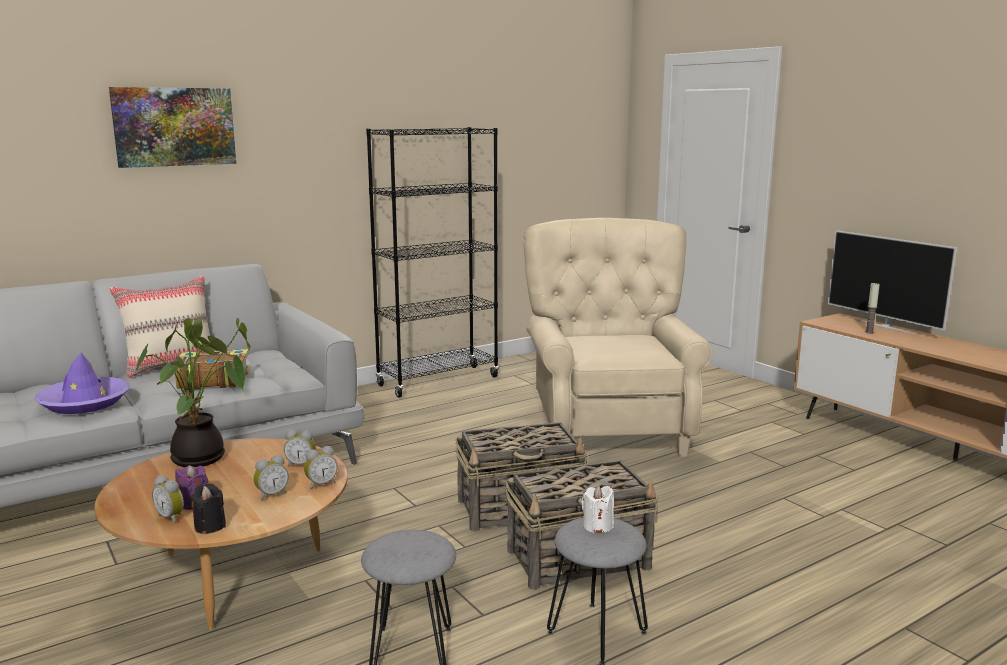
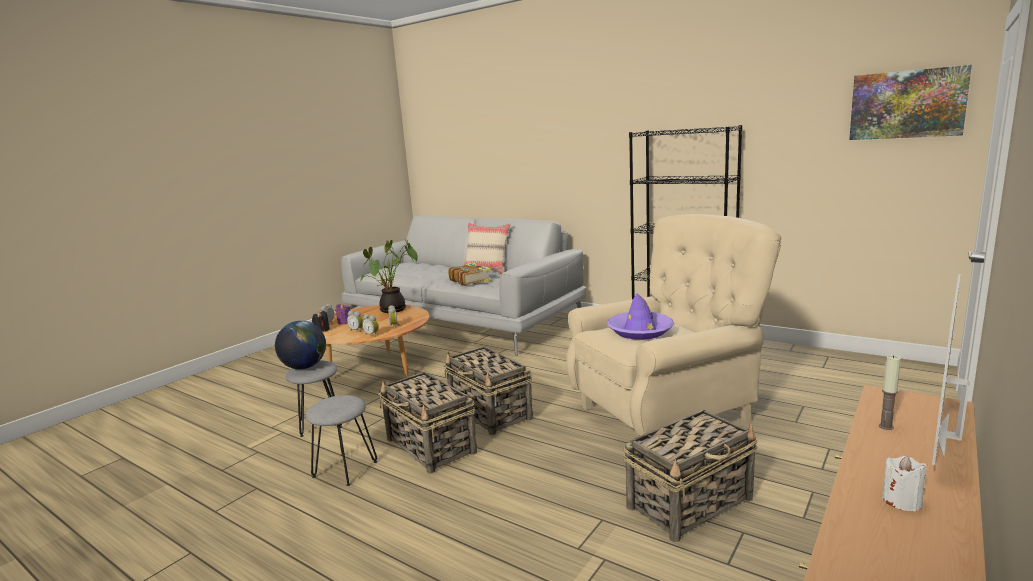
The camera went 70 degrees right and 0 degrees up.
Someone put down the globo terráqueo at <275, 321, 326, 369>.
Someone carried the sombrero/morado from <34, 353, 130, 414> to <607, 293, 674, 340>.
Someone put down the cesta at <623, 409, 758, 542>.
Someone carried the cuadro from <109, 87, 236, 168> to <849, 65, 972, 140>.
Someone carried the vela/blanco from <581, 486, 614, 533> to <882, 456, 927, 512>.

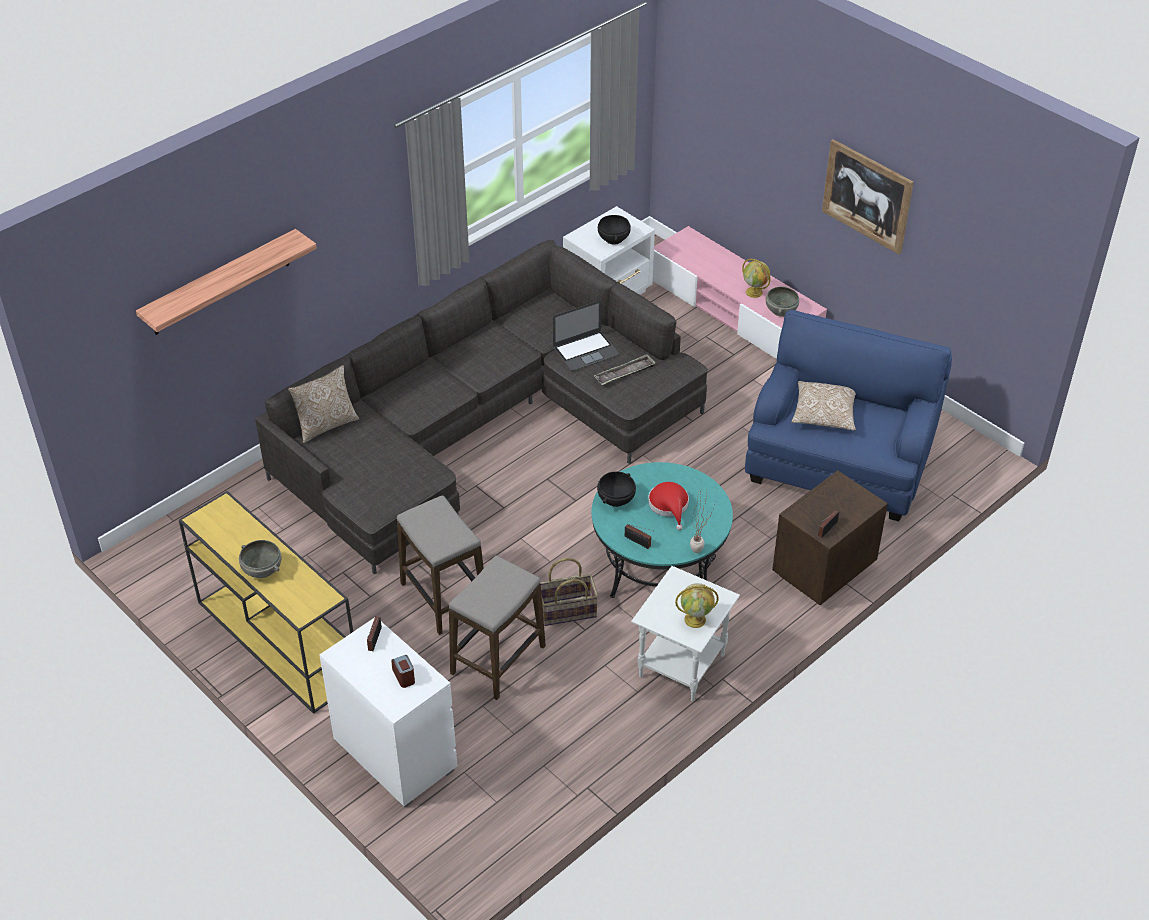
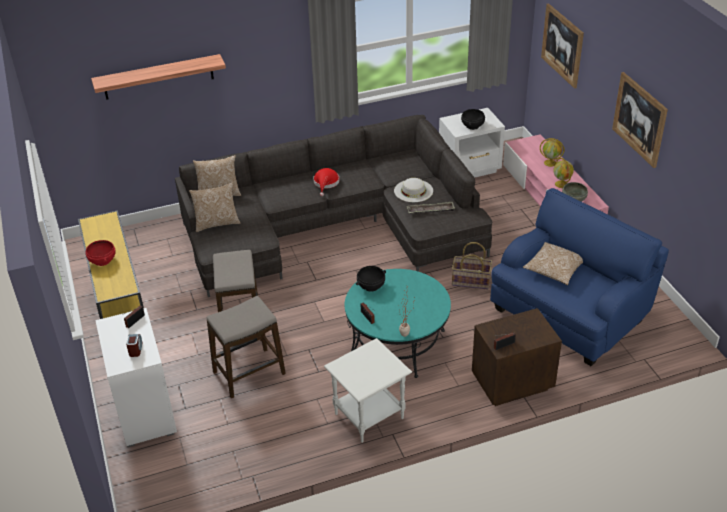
The camera went 25 degrees right and 5 degrees down.
Someone repainted the cuenco/gris at <239, 540, 281, 578>, which became the cuenco/rojo at <85, 240, 115, 266>.
Someone put down the cojín at <189, 182, 241, 232>.
Someone carried the sombrero/rojo from <648, 482, 689, 530> to <313, 168, 340, 196>.
Someone swapped the portátil at <553, 301, 619, 371> for the sombrero/blanco at <394, 178, 433, 202>.
Someone carried the cesta from <540, 558, 598, 626> to <452, 242, 492, 289>.
Someone carried the globo terráqueo from <675, 583, 719, 628> to <540, 138, 564, 167>.
Someone put up the cuadro at <541, 4, 584, 89>.

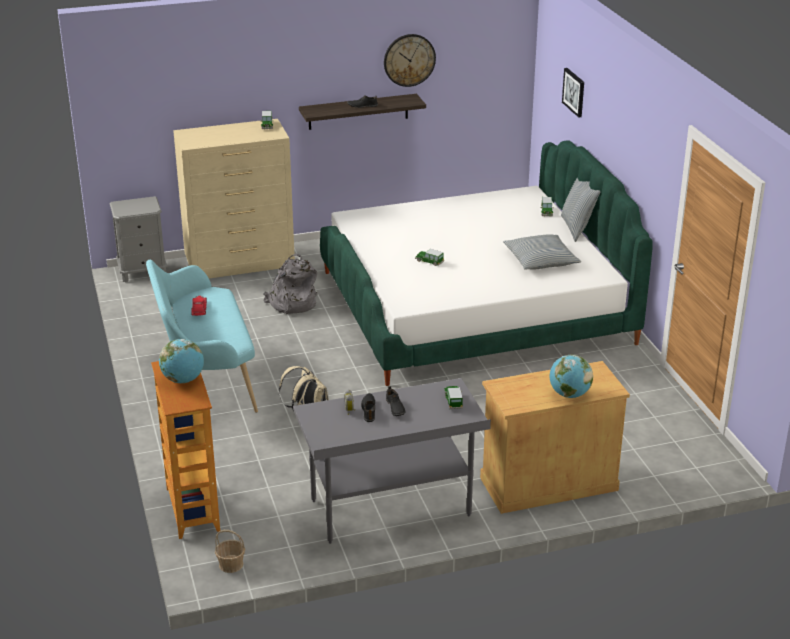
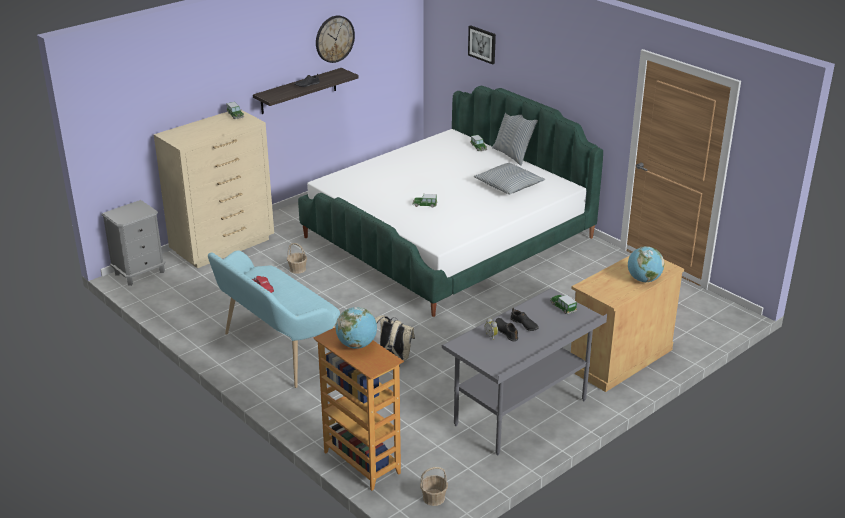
The camera went 25 degrees left and 0 degrees up.
Someone swapped the mochila/gris at <264, 254, 318, 314> for the cesta at <287, 243, 307, 274>.

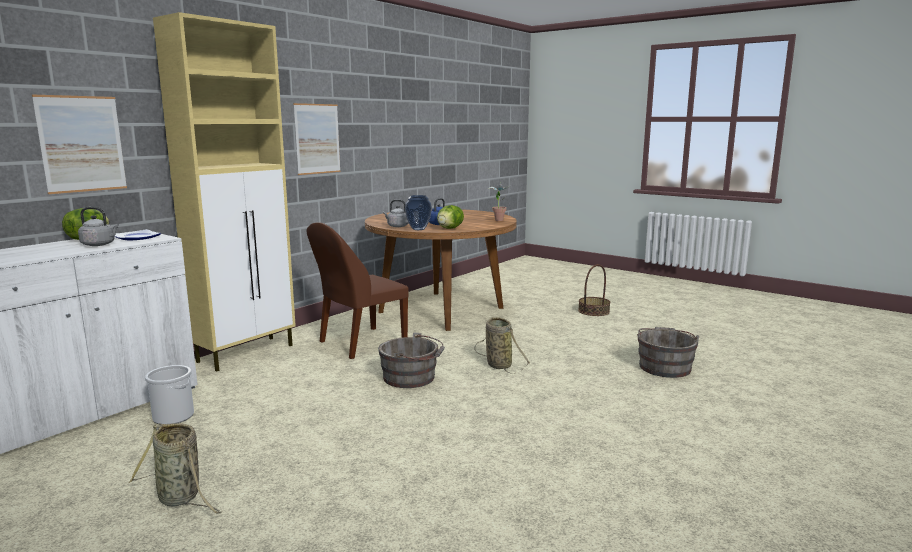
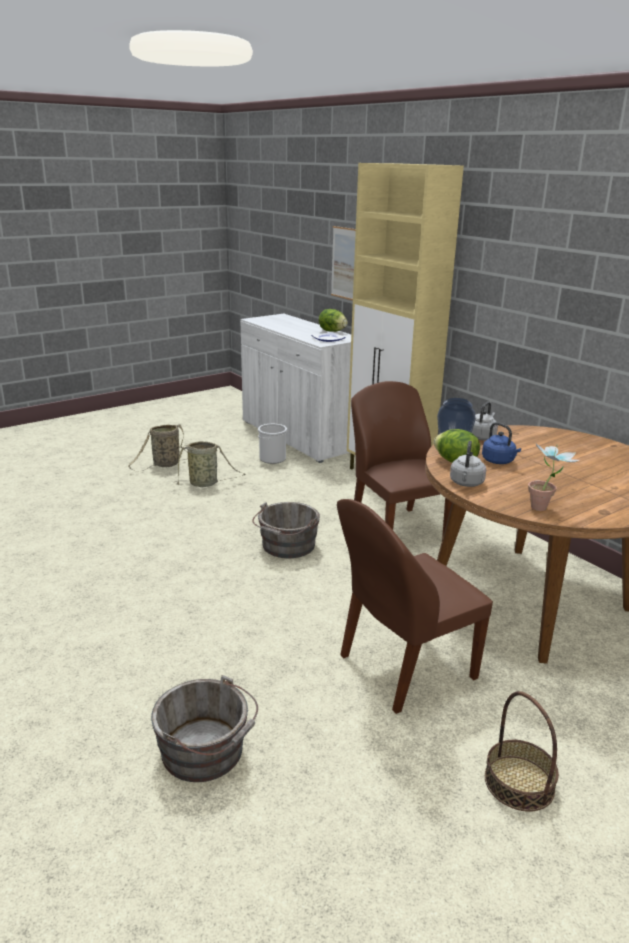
The camera went 105 degrees right and 10 degrees up.
Someone carried the cesta from <474, 317, 530, 374> to <174, 441, 245, 487>.
Someone put down the silla/marrón at <337, 499, 493, 714>.
Someone carried the hervidor/gris from <78, 207, 119, 246> to <450, 441, 486, 487>.
Someone took away the cuadro at <293, 103, 341, 175>.

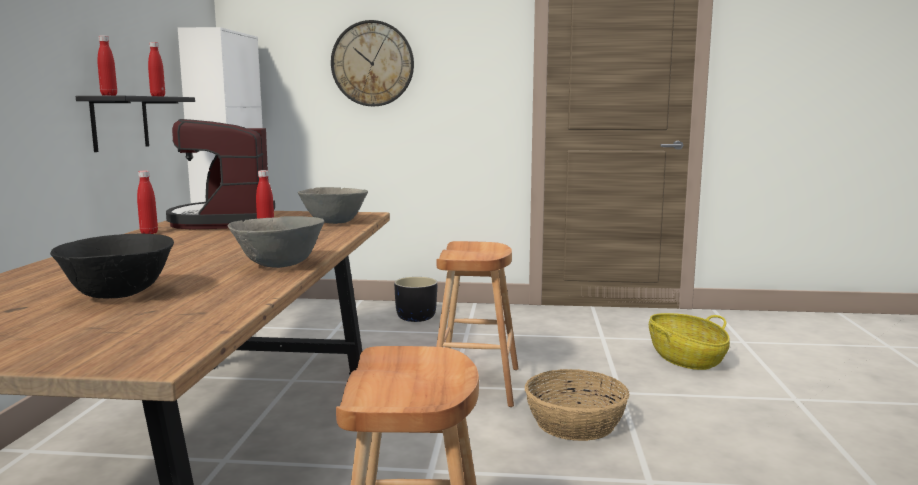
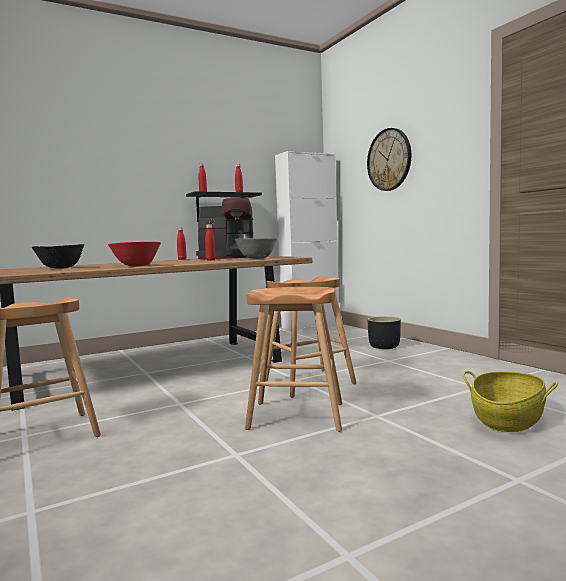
The camera went 55 degrees right and 5 degrees down.
Someone repainted the cuenco/gris at <228, 216, 324, 268>, which became the cuenco/rojo at <108, 242, 161, 267>.
Someone rotated the cafetera at <166, 119, 275, 229> by 135 degrees counterclockwise.
Someone swapped the cesta at <525, 369, 629, 441> for the taburete/marrón at <245, 287, 342, 431>.

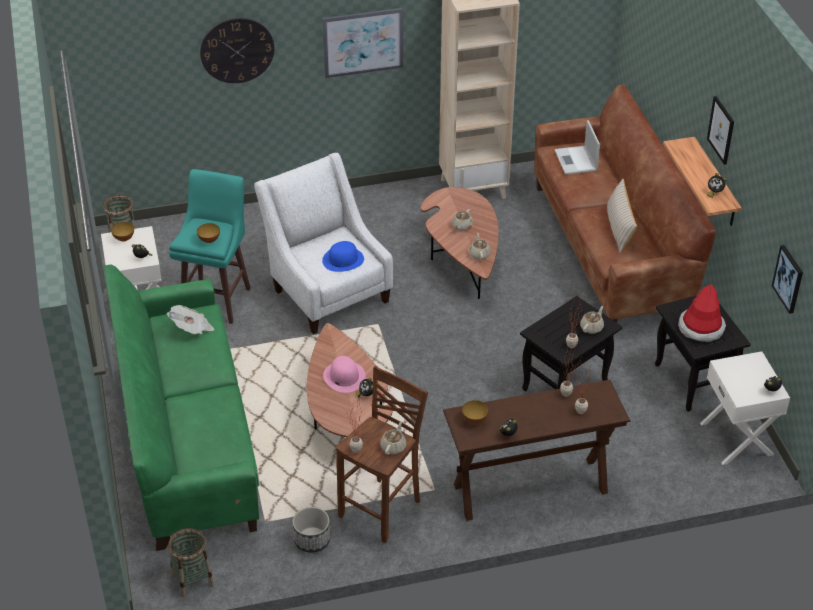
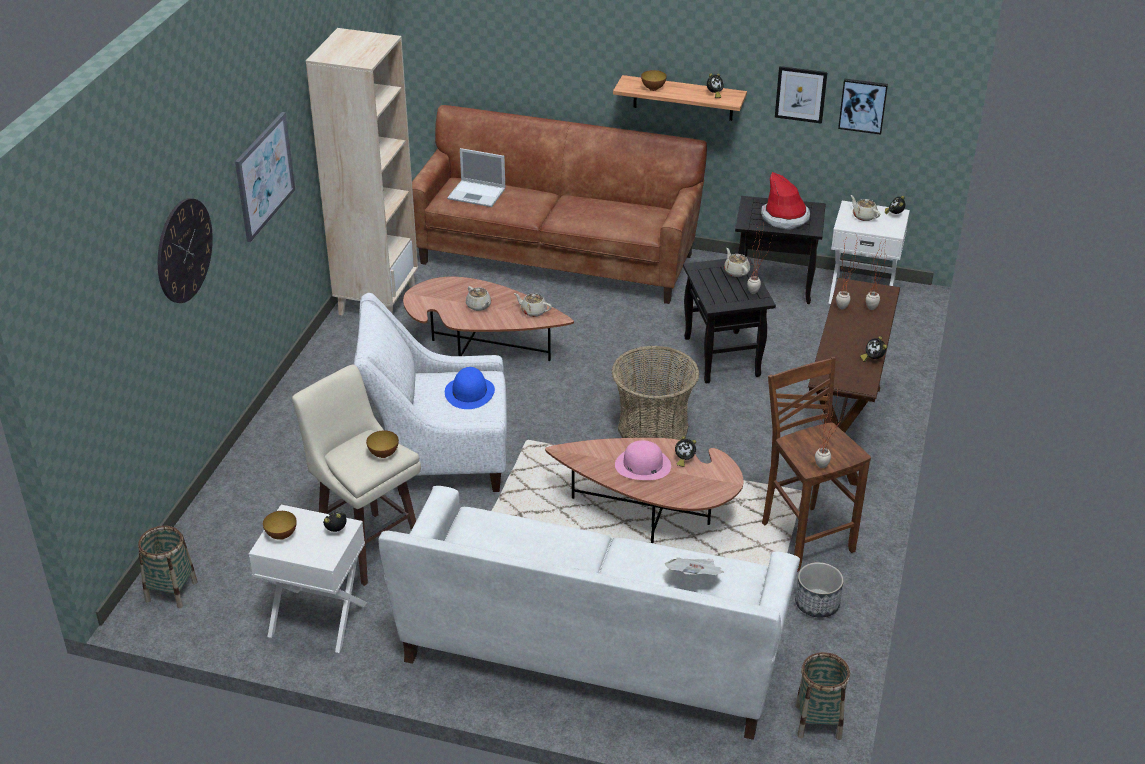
The camera went 60 degrees left and 5 degrees down.
Someone repainted the taburete/turquesa at <169, 169, 251, 324>, which became the taburete/beis at <292, 365, 421, 586>.
Someone repainted the sofá/verde at <104, 264, 259, 551>, which became the sofá/blanco at <378, 486, 800, 740>.
Someone put down the cesta at <612, 346, 699, 440>.
Someone carried the cuenco from <462, 400, 488, 424> to <641, 70, 667, 91>.
Someone carried the periódico from <167, 305, 214, 334> to <665, 558, 724, 575>.
Someone carried the cuadro from <707, 96, 734, 165> to <775, 66, 828, 124>.
Someone carried the tetera/beis from <380, 421, 406, 455> to <850, 195, 880, 221>.
Someone took away the cojín/beis at <607, 179, 637, 254>.

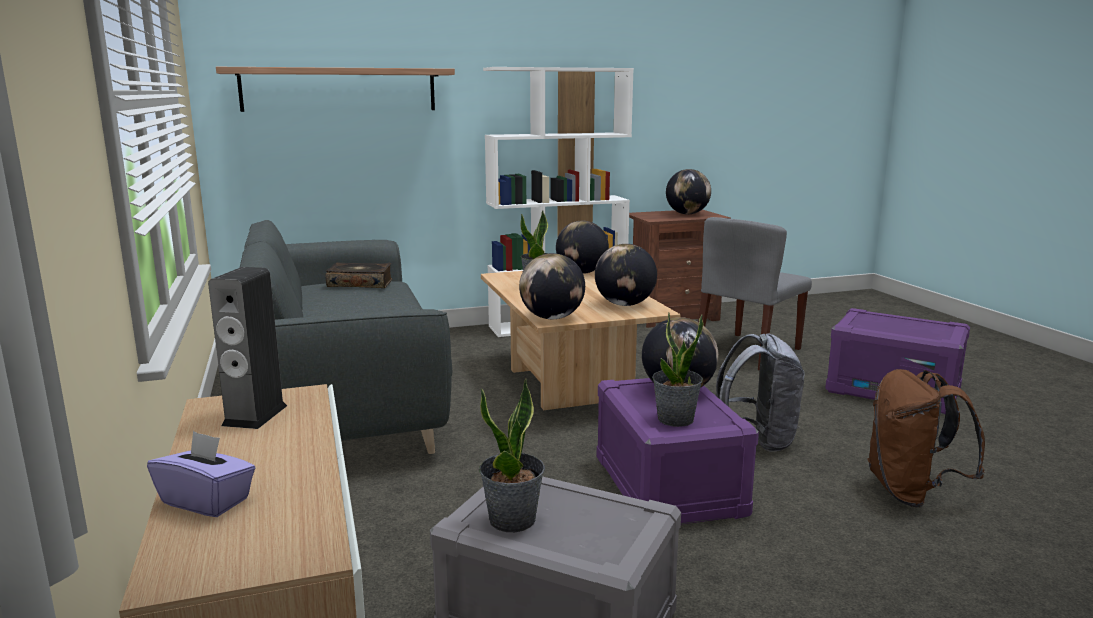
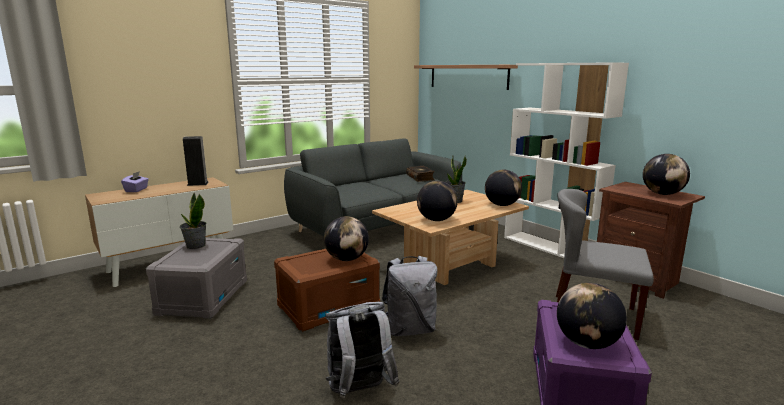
The camera went 70 degrees right and 0 degrees up.
Someone repainted the caja de almacenaje/morado at <597, 378, 759, 524>, which became the caja de almacenaje/marrón at <274, 249, 380, 332>.
Someone repainted the mochila/marrón at <867, 369, 985, 508>, which became the mochila/gris at <325, 302, 400, 398>.
Someone carried the globo terráqueo from <519, 253, 585, 319> to <557, 283, 627, 349>.
Someone took away the planta en maceta at <652, 312, 704, 427>.

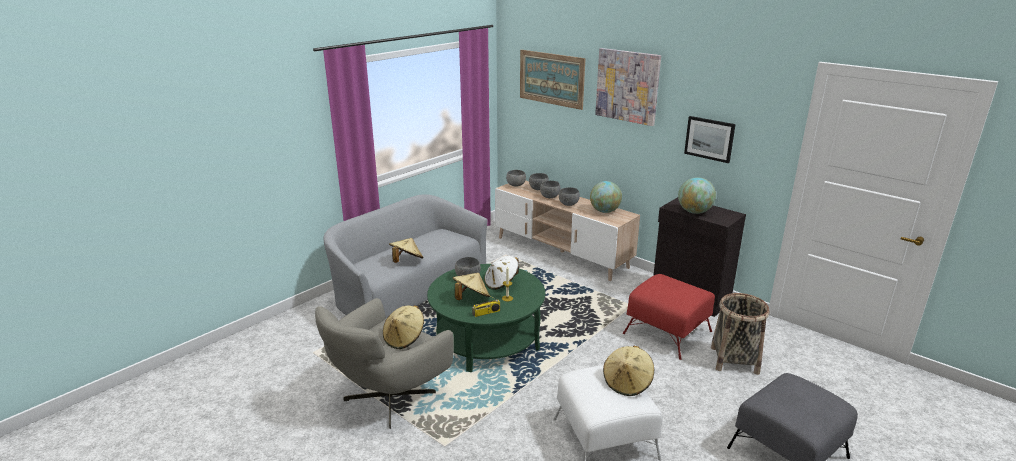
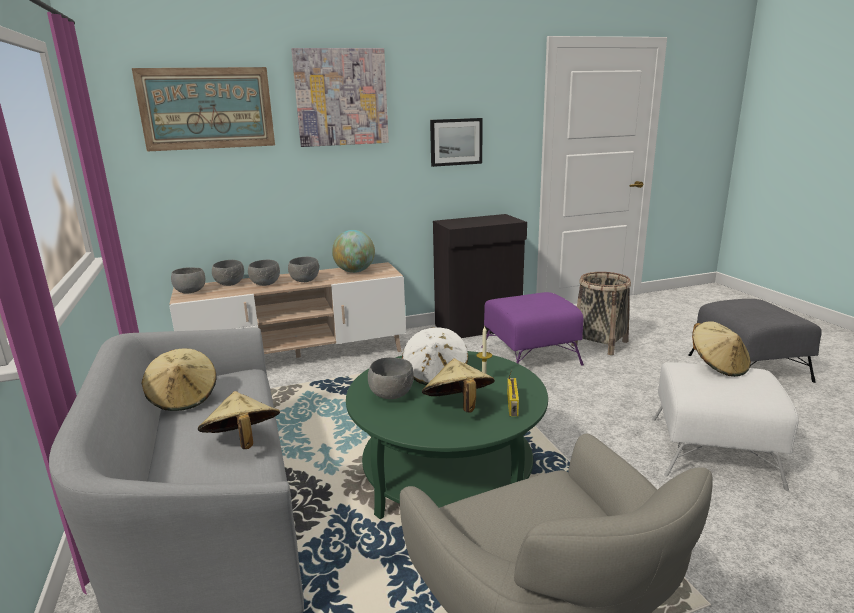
The camera went 60 degrees left and 5 degrees down.
Someone carried the sombrero/beis from <383, 305, 424, 349> to <142, 349, 217, 411>.
Someone repainted the puf/rojo at <623, 274, 715, 360>, which became the puf/morado at <481, 292, 584, 366>.
Someone took away the globo terráqueo at <678, 177, 716, 214>.

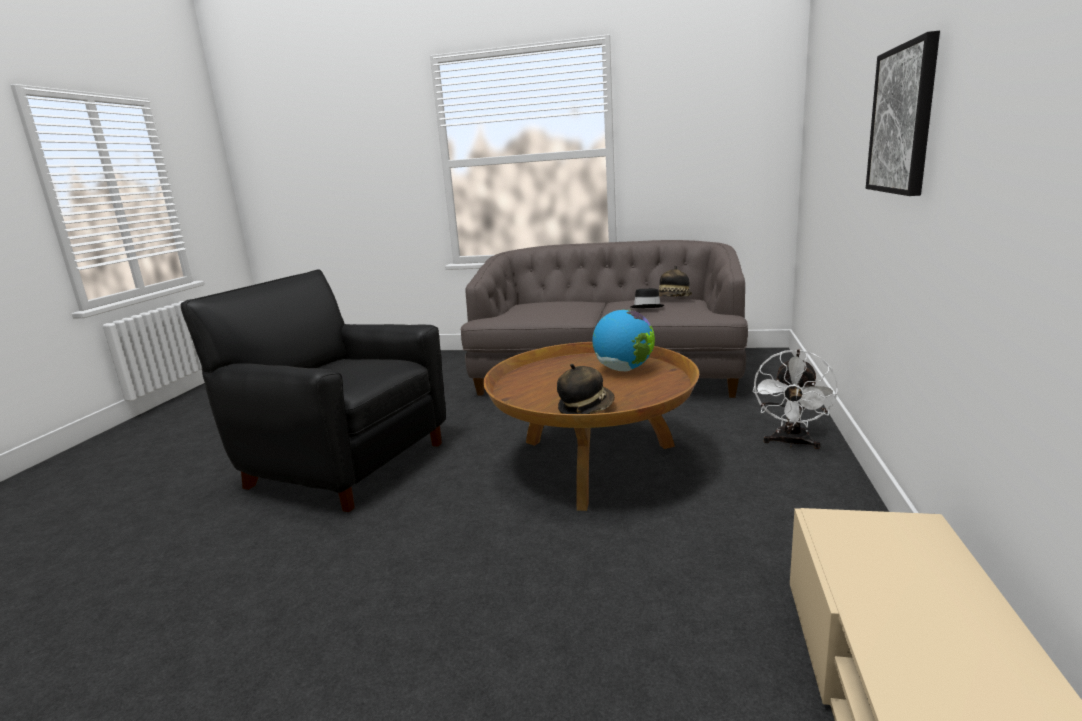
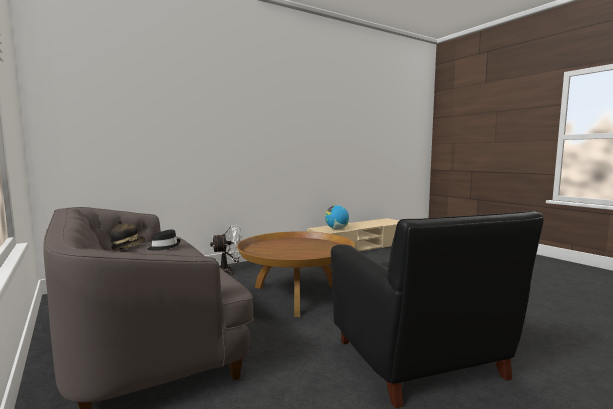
The camera went 135 degrees left and 10 degrees down.
Someone carried the globo terráqueo from <592, 309, 655, 371> to <325, 205, 349, 230>.
Someone took away the sombrero at <557, 364, 615, 414>.
Someone took away the cuadro at <866, 31, 940, 196>.

